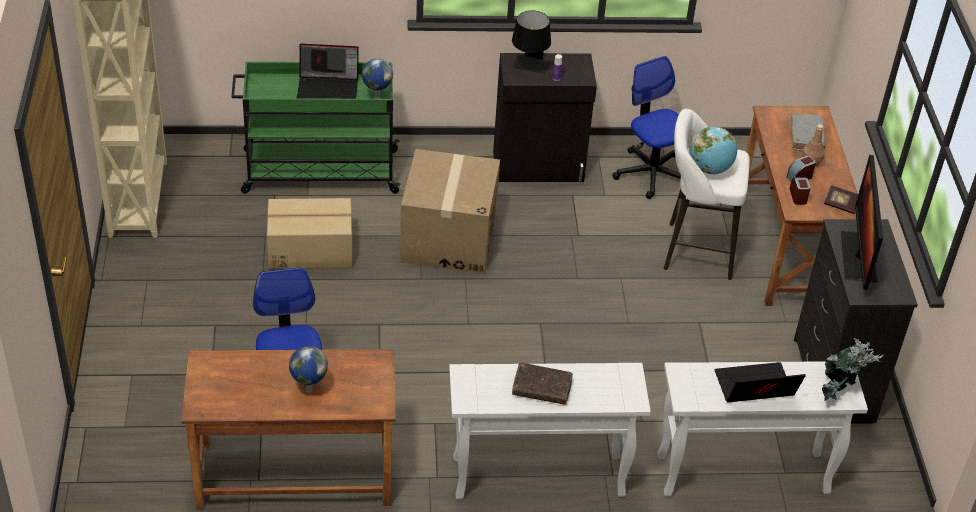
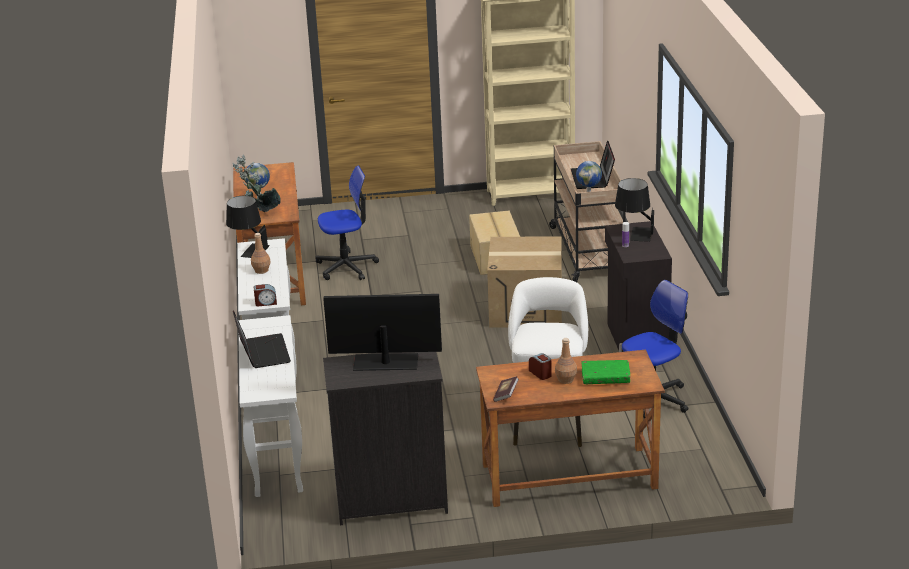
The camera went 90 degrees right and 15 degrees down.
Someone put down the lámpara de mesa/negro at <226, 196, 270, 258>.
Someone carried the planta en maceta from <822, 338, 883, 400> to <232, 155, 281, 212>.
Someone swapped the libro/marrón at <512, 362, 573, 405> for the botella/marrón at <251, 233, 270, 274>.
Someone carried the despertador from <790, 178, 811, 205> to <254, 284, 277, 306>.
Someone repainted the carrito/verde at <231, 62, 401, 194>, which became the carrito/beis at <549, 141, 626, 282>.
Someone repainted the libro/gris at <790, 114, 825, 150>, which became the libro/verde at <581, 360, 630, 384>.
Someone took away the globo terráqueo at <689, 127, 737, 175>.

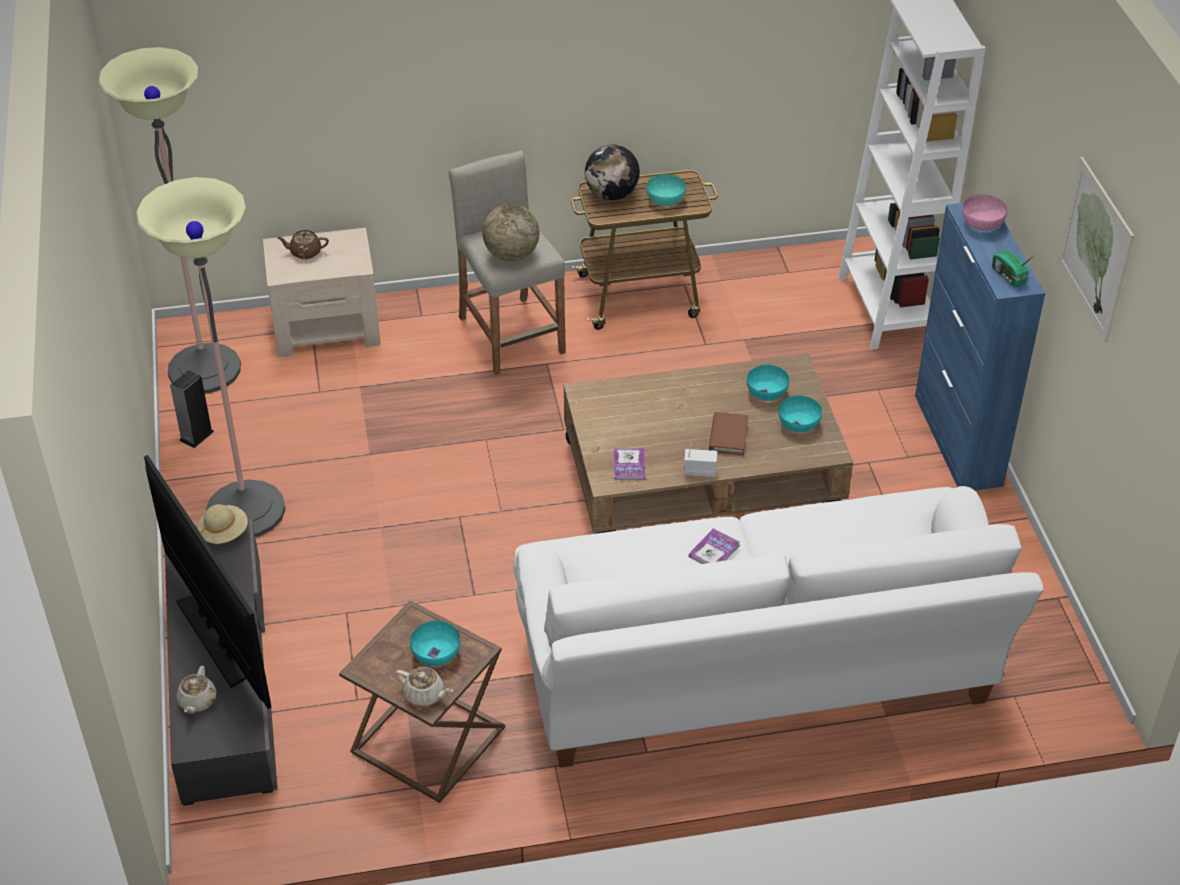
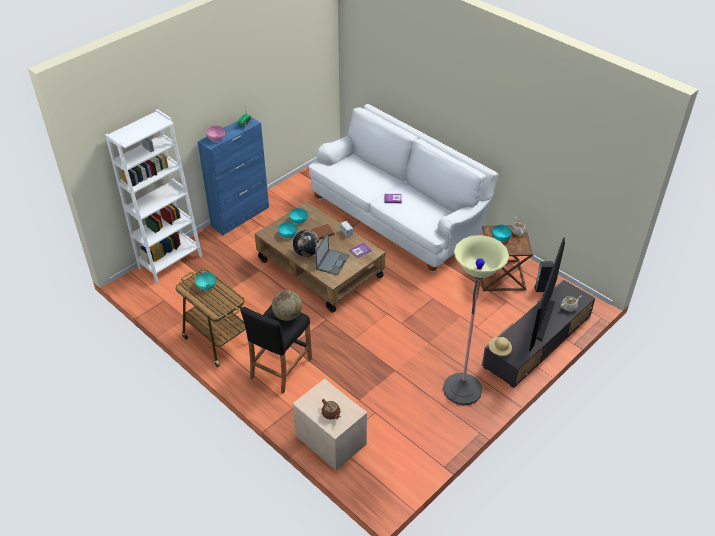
The camera went 125 degrees left and 0 degrees up.
Someone repainted the taburete/beis at <448, 151, 566, 375>, which became the taburete/negro at <241, 305, 312, 394>.
Someone carried the globo terráqueo from <585, 145, 640, 200> to <293, 230, 320, 257>.
Someone put down the portátil at <315, 232, 349, 275>.
Someone carried the altavoz from <170, 370, 214, 448> to <534, 261, 554, 292>.
Someone took away the lámpara de pie at <99, 47, 241, 393>.
Someone took away the cuadro at <1057, 157, 1134, 342>.

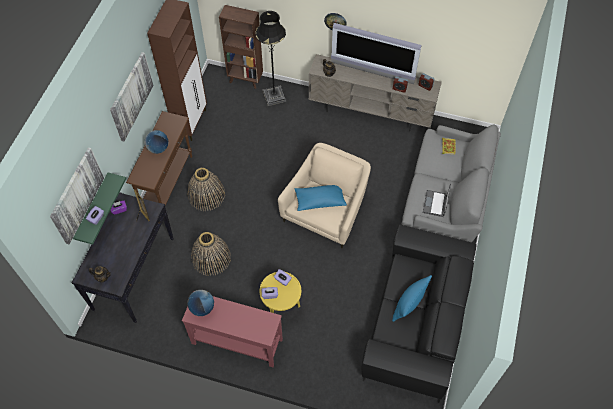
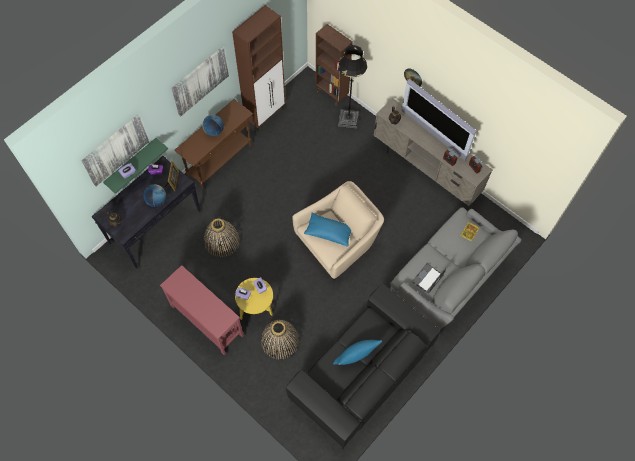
The camera went 25 degrees right and 5 degrees up.
Someone carried the globo terráqueo from <187, 290, 214, 316> to <143, 184, 166, 207>.
Someone carried the cesta from <187, 168, 225, 211> to <261, 320, 299, 360>.

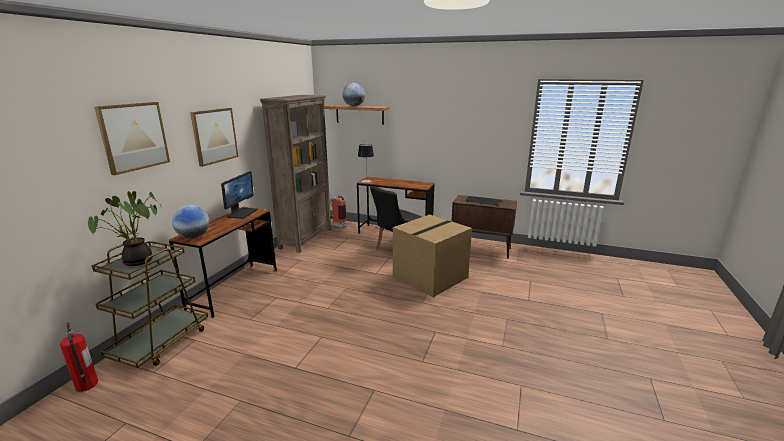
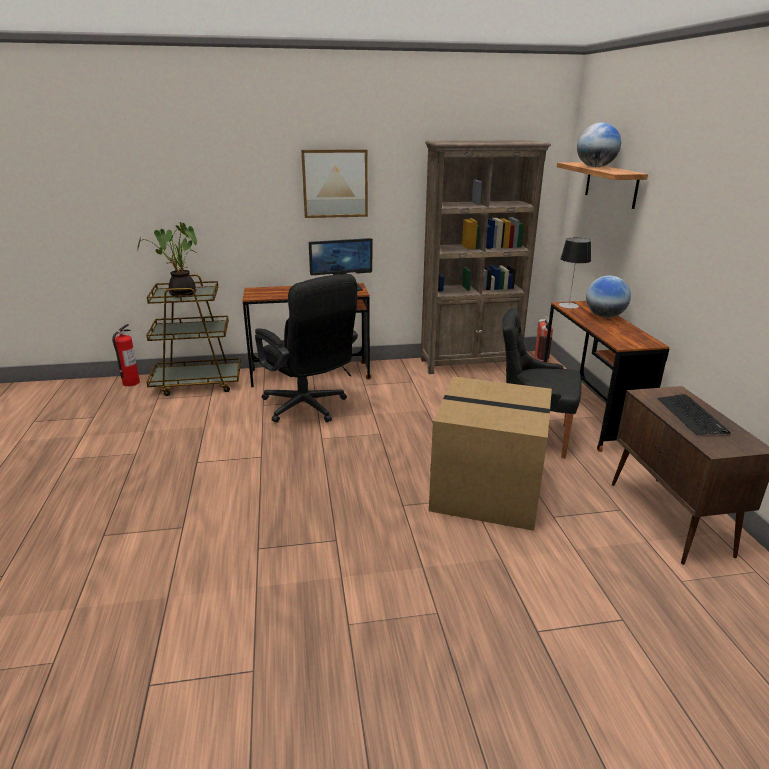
The camera went 60 degrees right and 5 degrees up.
Someone put down the silla de oficina/negro at <255, 274, 358, 423>.
Someone carried the globo terráqueo from <172, 205, 209, 239> to <586, 275, 631, 318>.
Someone took away the cuadro at <94, 102, 170, 175>.

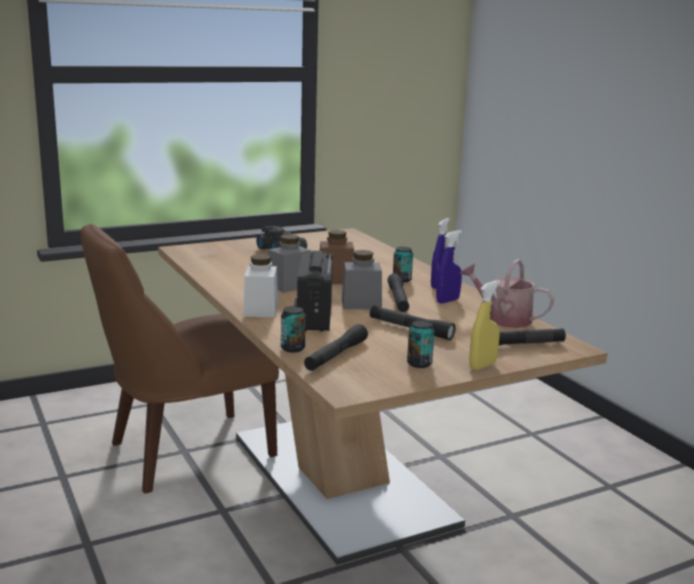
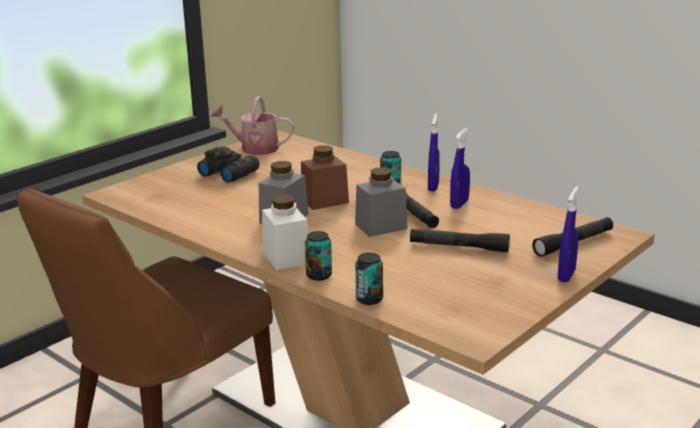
The camera went 20 degrees left and 5 degrees up.
Someone carried the regadera from <460, 259, 554, 328> to <211, 96, 294, 155>.
Someone carried the lata from <407, 320, 434, 368> to <305, 231, 332, 281>.
Someone repainted the pulverizador/amarillo at <469, 280, 501, 370>, which became the pulverizador/azul at <558, 186, 579, 282>.
Someone took away the radio at <295, 251, 333, 332>.
Someone took away the linterna/negro at <304, 324, 368, 371>.

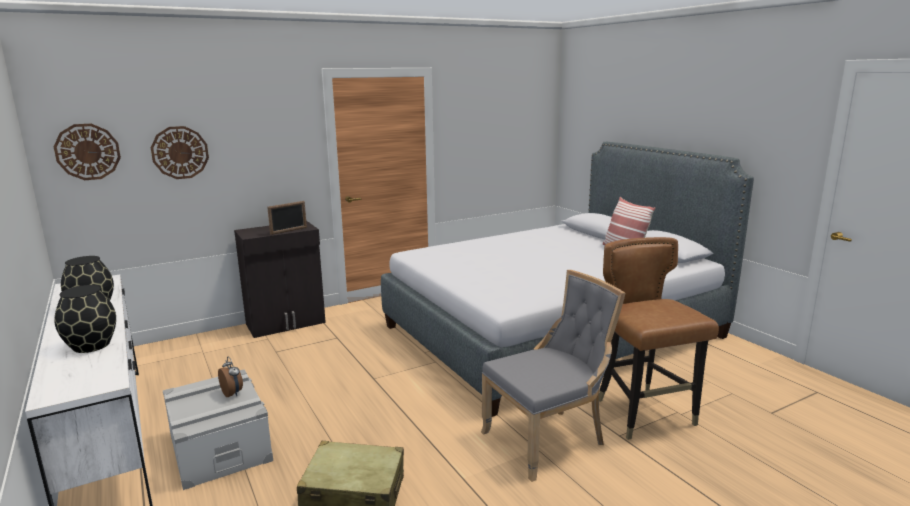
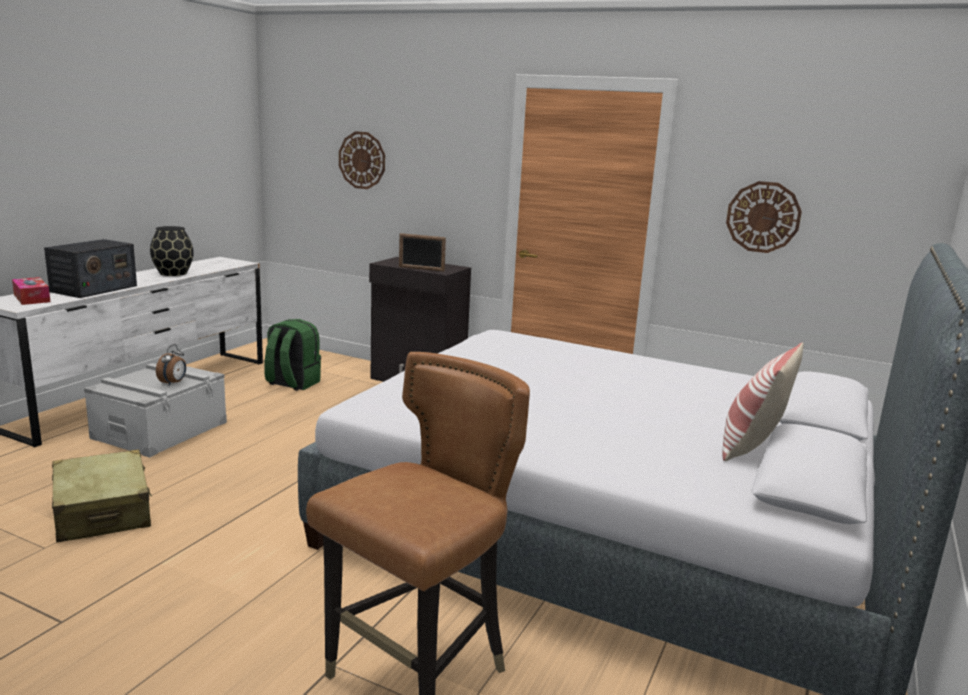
The camera went 55 degrees right and 0 degrees up.
Someone put down the caja de pañuelos at <12, 277, 51, 305>.
Someone swapped the florero/negro at <54, 285, 116, 353> for the radio at <44, 239, 137, 298>.
Someone put down the mochila/verde at <264, 319, 321, 391>.
Someone carried the reloj de pared from <54, 124, 121, 180> to <726, 181, 802, 253>.
Someone took away the silla/gris at <481, 270, 626, 482>.

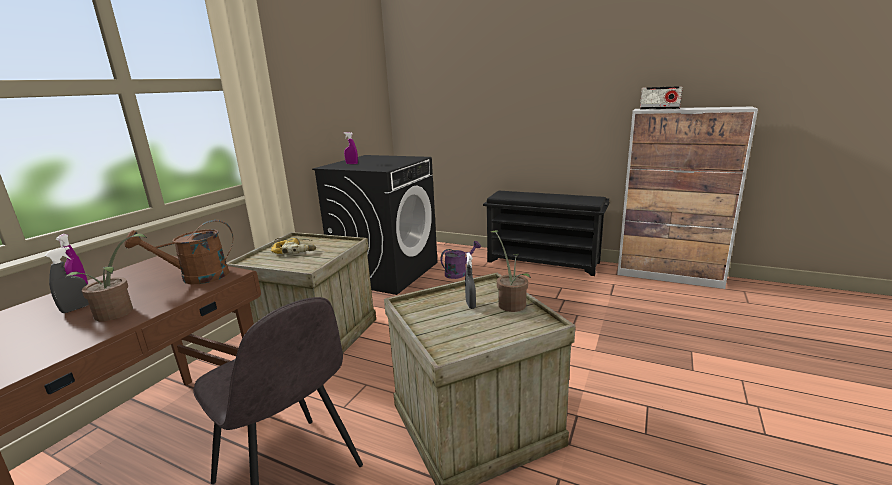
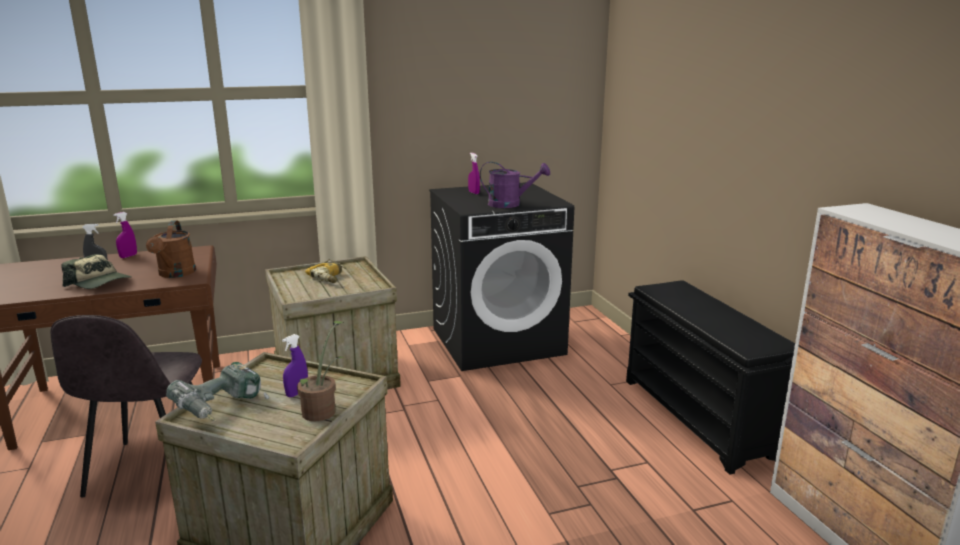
The camera went 45 degrees right and 0 degrees up.
Someone swapped the planta en maceta at <67, 233, 147, 321> for the gorra at <61, 254, 131, 289>.
Someone rotated the regadera/marrón at <124, 220, 233, 284> by 120 degrees counterclockwise.
Someone put down the taladro at <166, 362, 269, 421>.
Someone repainted the pulverizador/gris at <465, 252, 476, 309>, which became the pulverizador/morado at <282, 334, 308, 397>.
Someone carried the regadera/morado from <440, 241, 481, 279> to <480, 162, 550, 208>.
Someone took away the radio at <640, 86, 683, 109>.

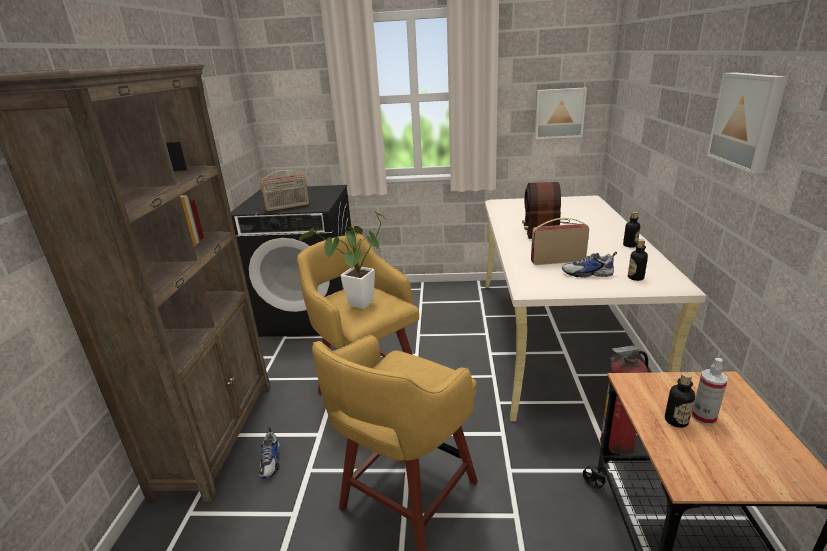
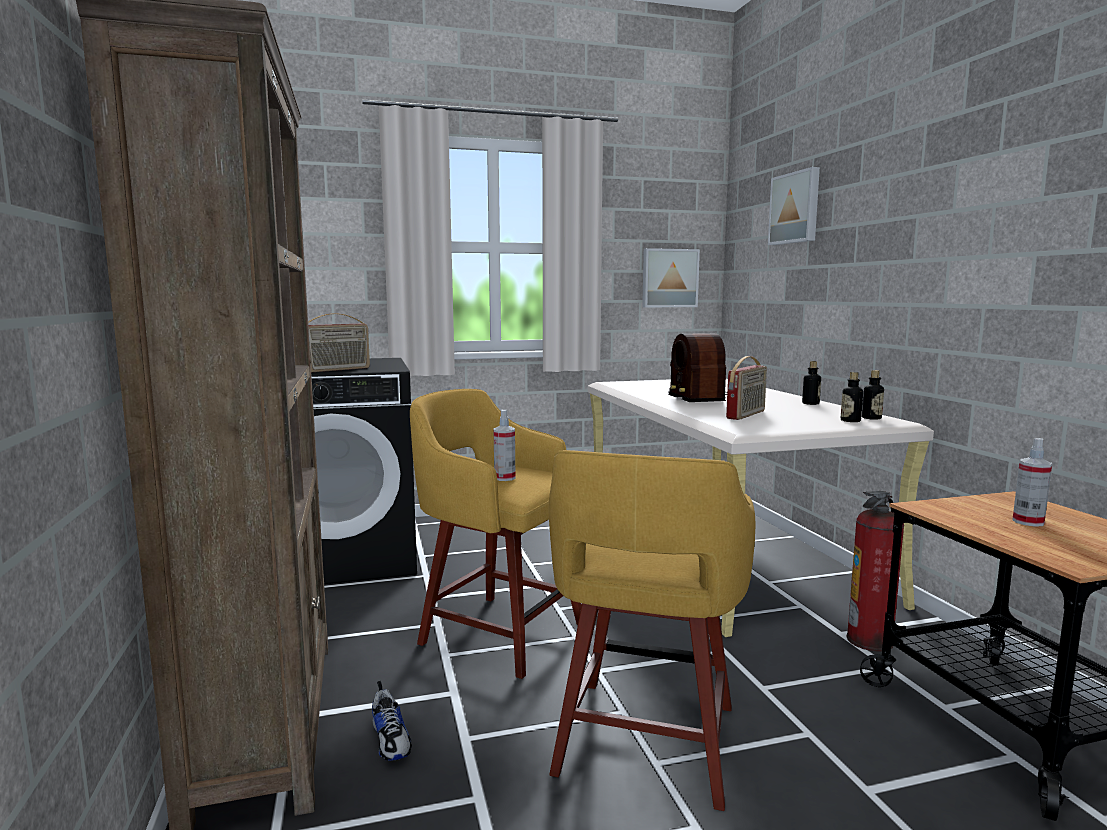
The camera went 20 degrees left and 15 degrees down.
Someone swapped the planta en maceta at <299, 211, 387, 309> for the pulverizador at <494, 410, 516, 481>.
Someone rotated the radio at <531, 218, 589, 265> by 150 degrees clockwise.
Someone carried the cuadro from <707, 72, 788, 174> to <768, 167, 820, 245>.
Someone carried the botella from <665, 372, 695, 428> to <862, 370, 884, 420>.
Someone took away the zapato at <562, 252, 617, 278>.

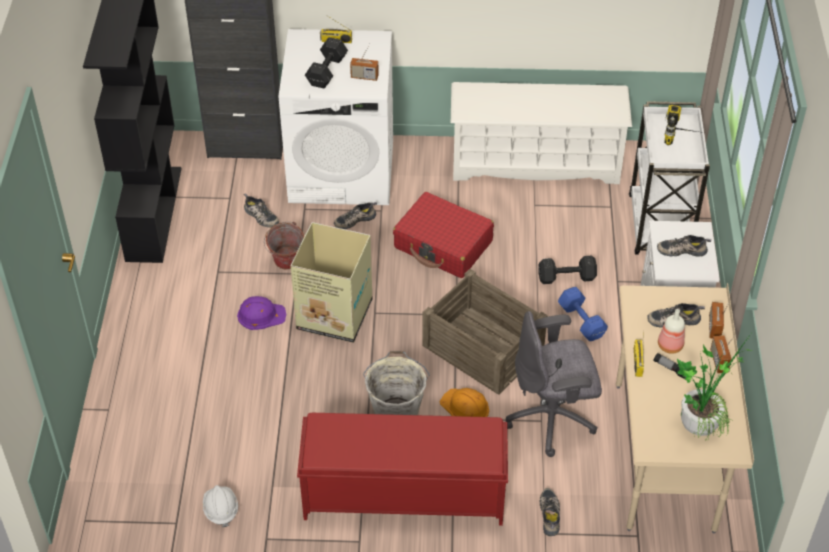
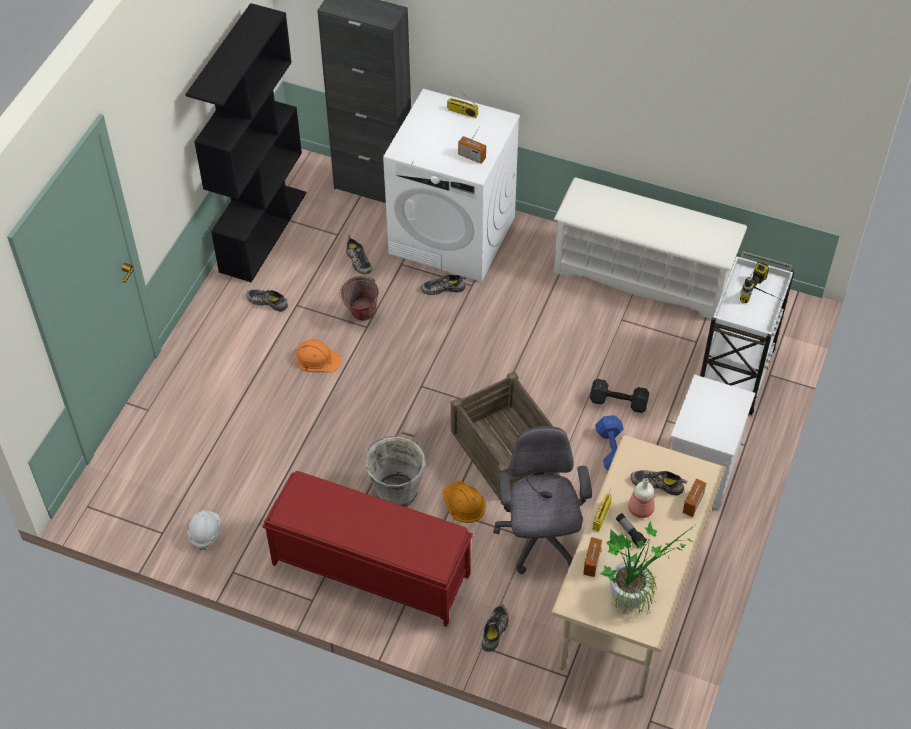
The camera went 20 degrees right and 5 degrees up.
Someone carried the zapato from <657, 235, 711, 257> to <246, 290, 288, 312>.
Someone repainted the casco/morado at <237, 296, 286, 330>, which became the casco/naranja at <295, 339, 342, 373>.
Someone rotated the silla de oficina/gris at <505, 311, 602, 457> by 75 degrees clockwise.
Someone carried the radio from <710, 335, 735, 373> to <583, 537, 602, 577>.
Someone took away the caja de cartón at <290, 222, 372, 343>.
Someone took away the mancuerna/negro at <305, 37, 348, 88>.
Someone took away the maleta/rojo at <393, 192, 494, 278>.

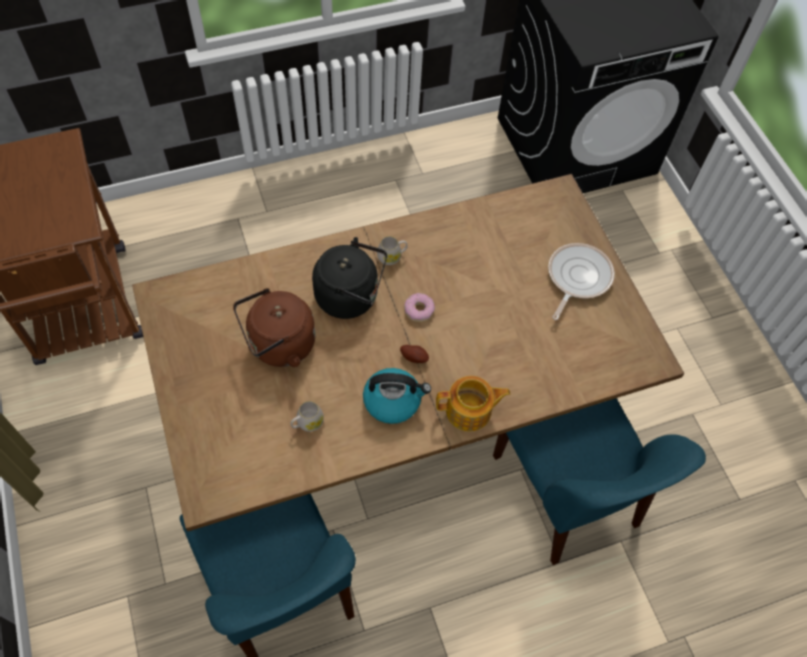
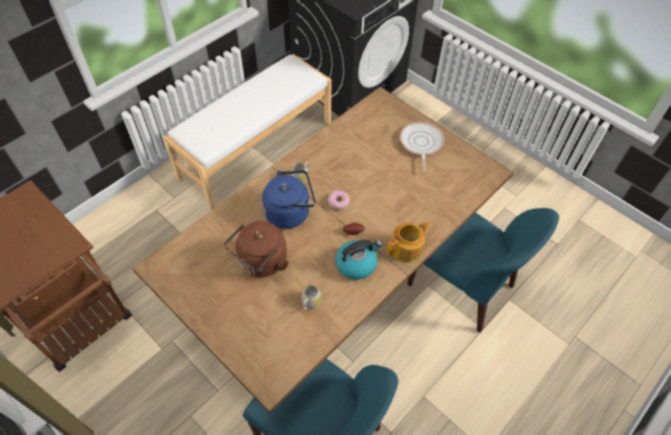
The camera went 25 degrees left and 5 degrees down.
Someone put down the banco/blanco at <163, 54, 331, 210>.
Someone repainted the hervidor/negro at <312, 237, 387, 319>, which became the hervidor/azul at <262, 170, 316, 229>.

